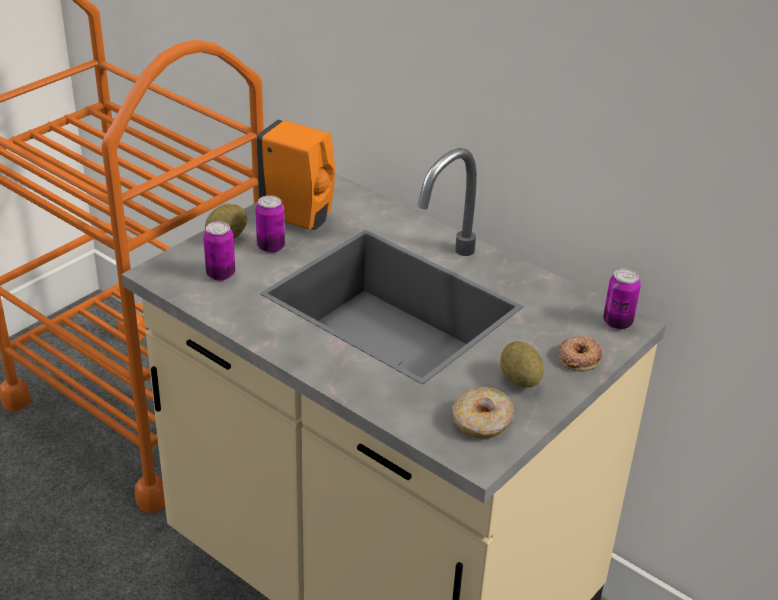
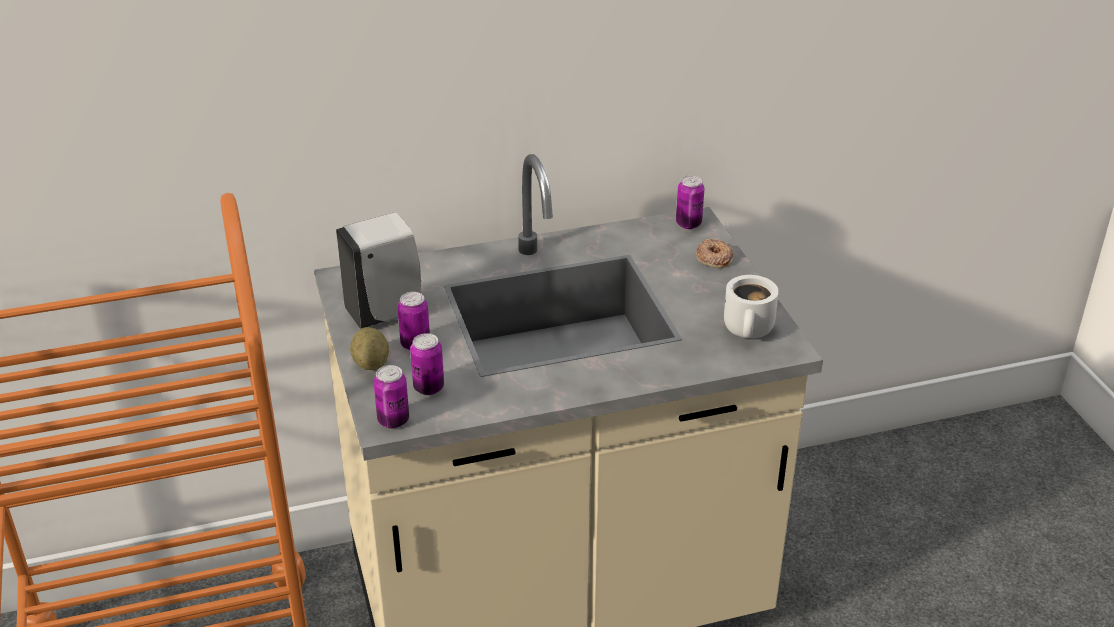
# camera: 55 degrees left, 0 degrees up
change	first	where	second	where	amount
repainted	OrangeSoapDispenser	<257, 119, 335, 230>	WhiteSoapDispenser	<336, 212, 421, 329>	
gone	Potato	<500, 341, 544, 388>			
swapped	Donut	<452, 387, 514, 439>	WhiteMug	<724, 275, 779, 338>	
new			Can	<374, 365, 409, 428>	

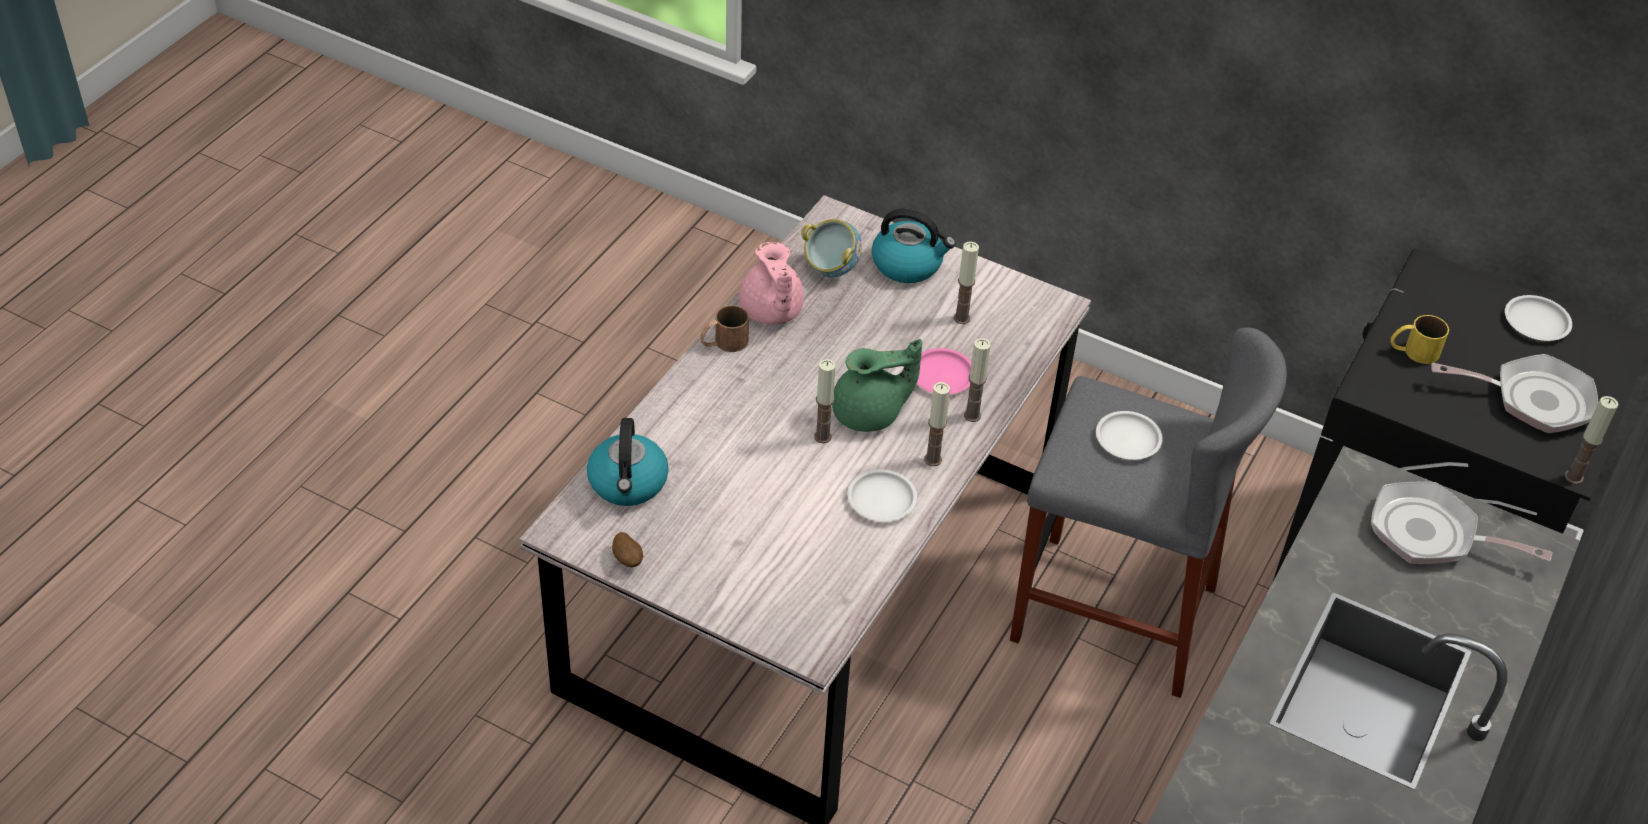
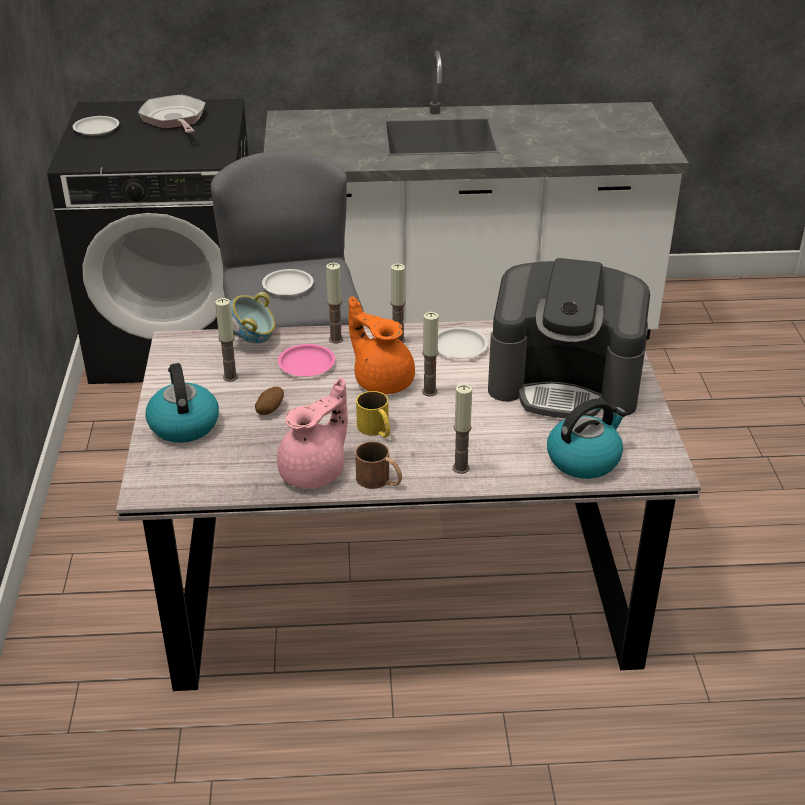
# camera: 120 degrees left, 10 degrees down
change	first	where	second	where	amount
shifted	Bowl	<801, 219, 862, 278>		<230, 292, 275, 343>	
shifted	YellowMug	<1391, 315, 1449, 364>		<356, 391, 390, 438>	
repainted	GreenTeapot	<832, 339, 922, 432>	OrangeTeapot	<349, 296, 415, 394>	
shifted	Candle	<1565, 396, 1619, 484>		<453, 384, 472, 474>	
gone	FryingPan	<1371, 481, 1552, 564>			
shifted	Potato	<612, 532, 643, 567>		<255, 387, 284, 415>	
new			CoffeeMachine	<488, 258, 650, 419>	

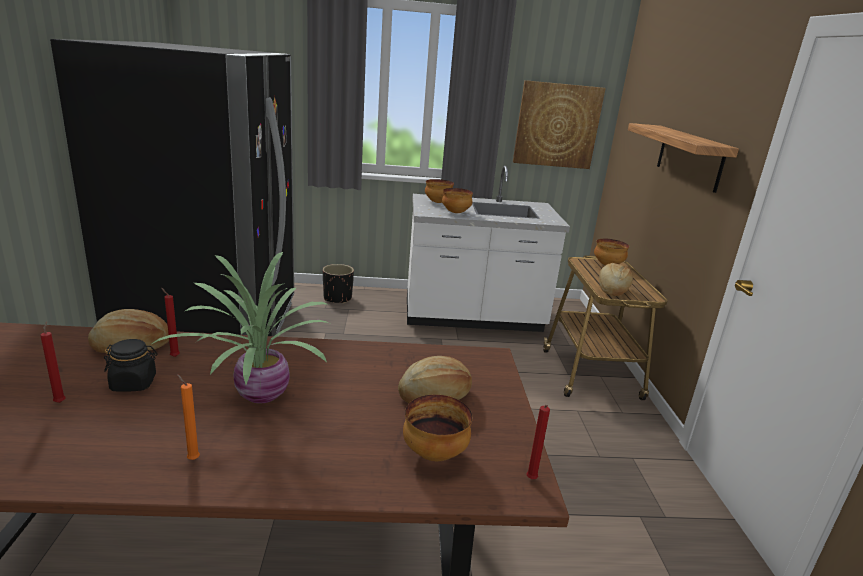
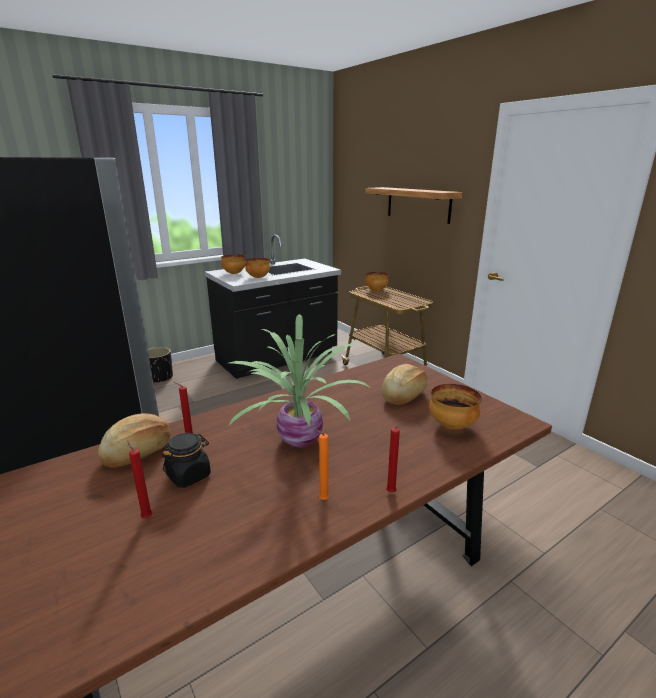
# camera: 30 degrees left, 0 degrees up
change	first	where	second	where	amount
gone	Picture	<513, 80, 606, 169>			
repainted	WhiteCounter	<407, 166, 570, 332>	BlackCounter	<205, 235, 341, 379>	
gone	Bread	<599, 263, 633, 296>			
shifted	RedCandle	<527, 405, 550, 479>		<386, 426, 400, 493>	

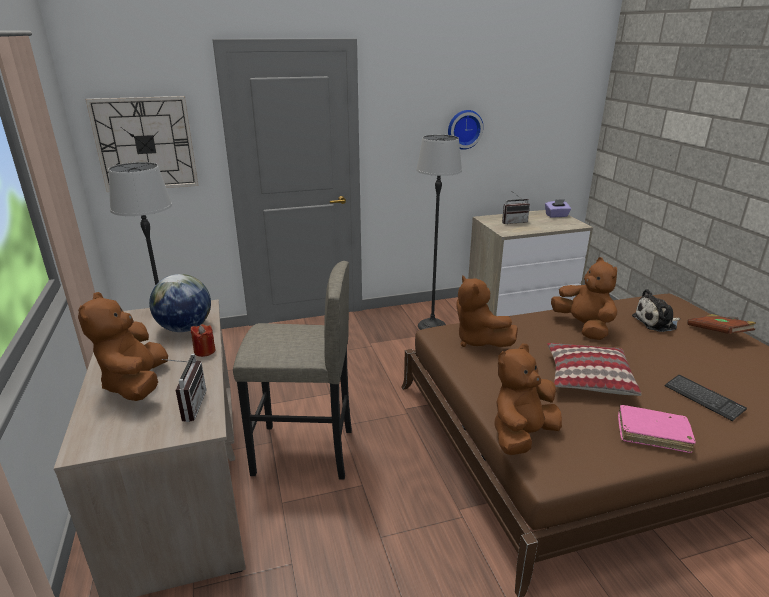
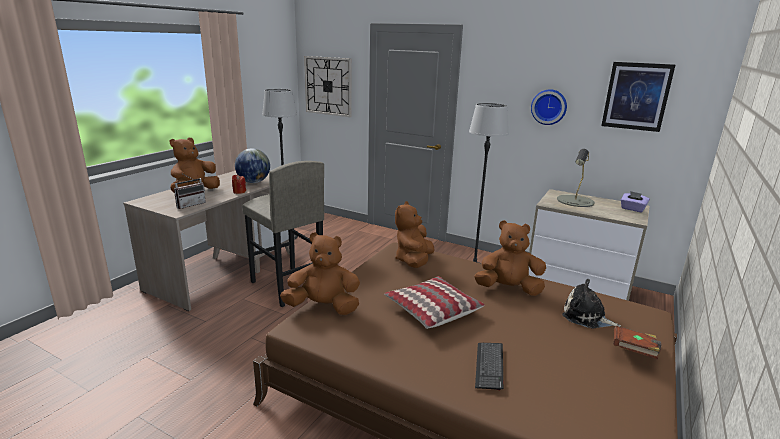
# camera: 45 degrees right, 5 degrees down
change	first	where	second	where	amount
swapped	Radio	<502, 192, 530, 224>	GreyTableLamp	<557, 149, 595, 207>	
rotated	BrownPlushToy	<551, 257, 617, 340>		<474, 220, 546, 296>	105 degrees counterclockwise
gone	PinkBook	<618, 405, 696, 453>			
new			Picture	<601, 62, 675, 132>	

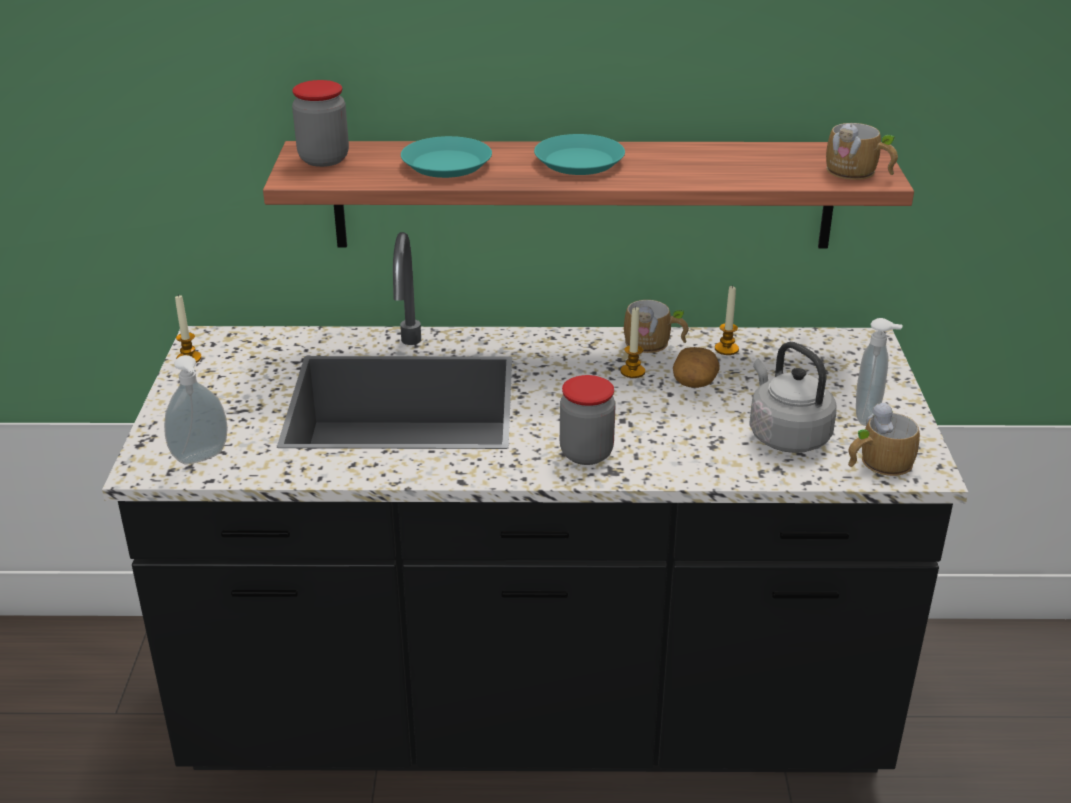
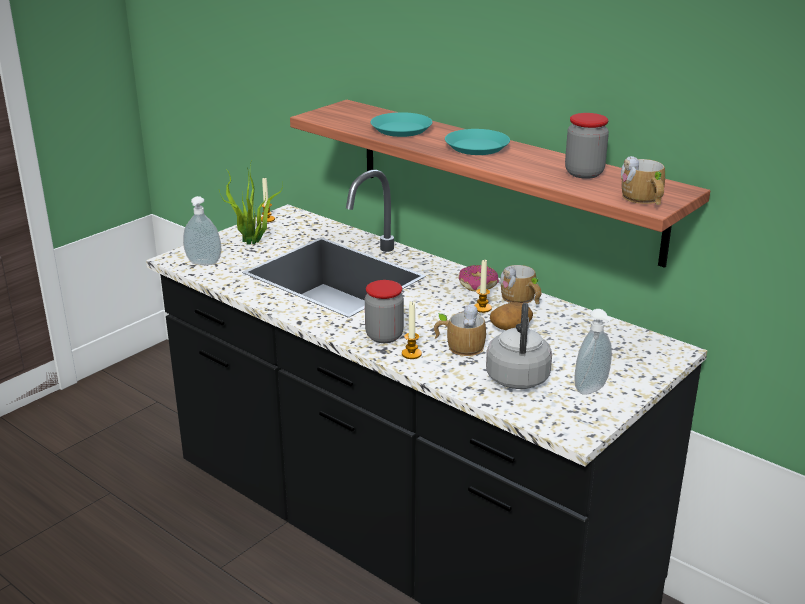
# camera: 40 degrees right, 5 degrees down
change	first	where	second	where	amount
shifted	Jar	<292, 80, 349, 167>		<565, 113, 609, 179>	
shifted	Candle	<715, 285, 739, 355>		<402, 302, 422, 359>	
shifted	Mug	<848, 402, 920, 476>		<434, 303, 486, 356>	
new			PottedPlant	<219, 163, 283, 244>	
new			Donut	<459, 265, 499, 292>	

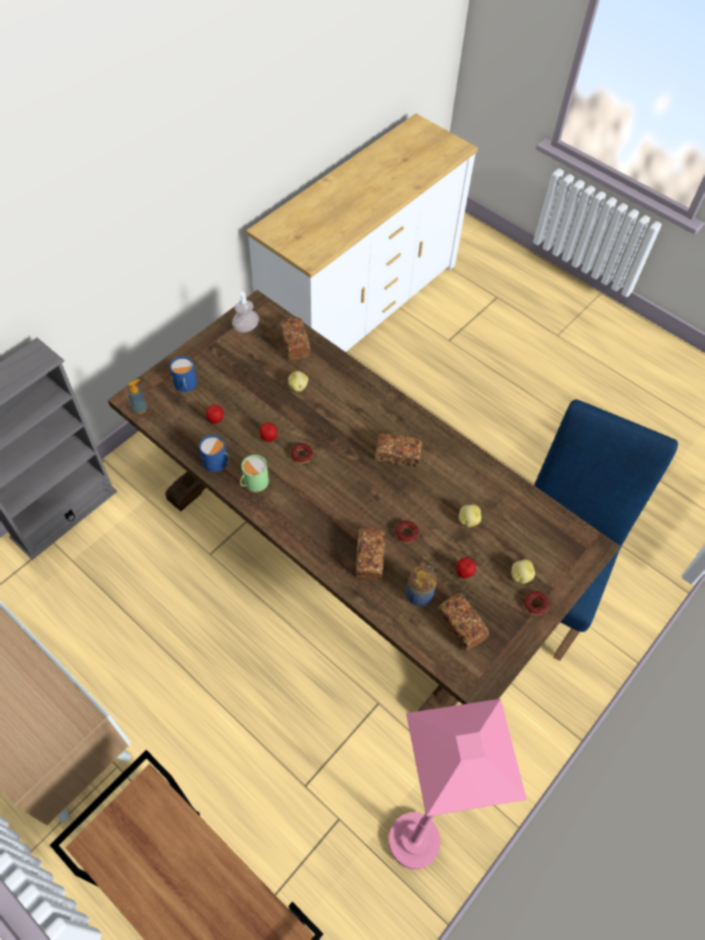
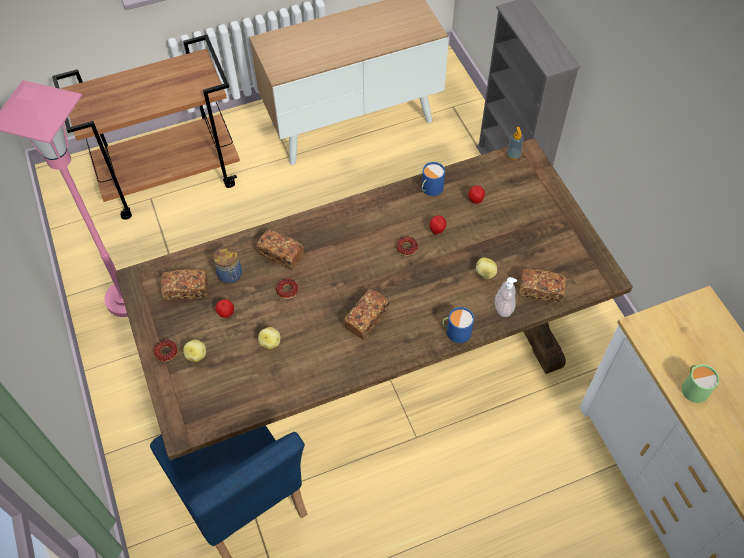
# camera: 120 degrees right, 0 degrees up
change	first	where	second	where	amount
shifted	SoapDispenser	<232, 291, 259, 333>		<495, 277, 517, 317>	
shifted	BlueMug	<170, 356, 197, 392>		<442, 307, 474, 343>	
shifted	GreenMug	<240, 455, 269, 492>		<682, 364, 719, 403>	

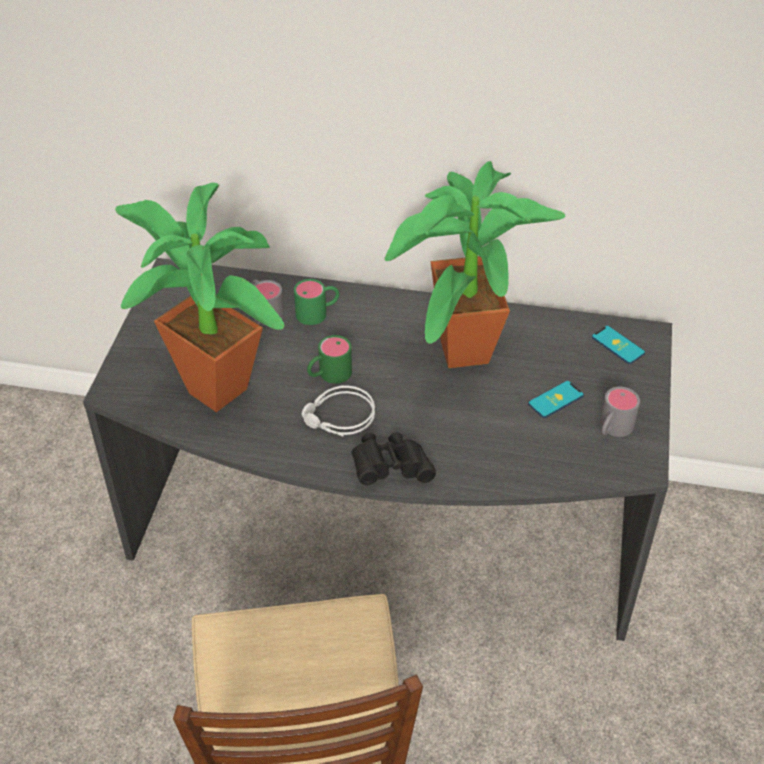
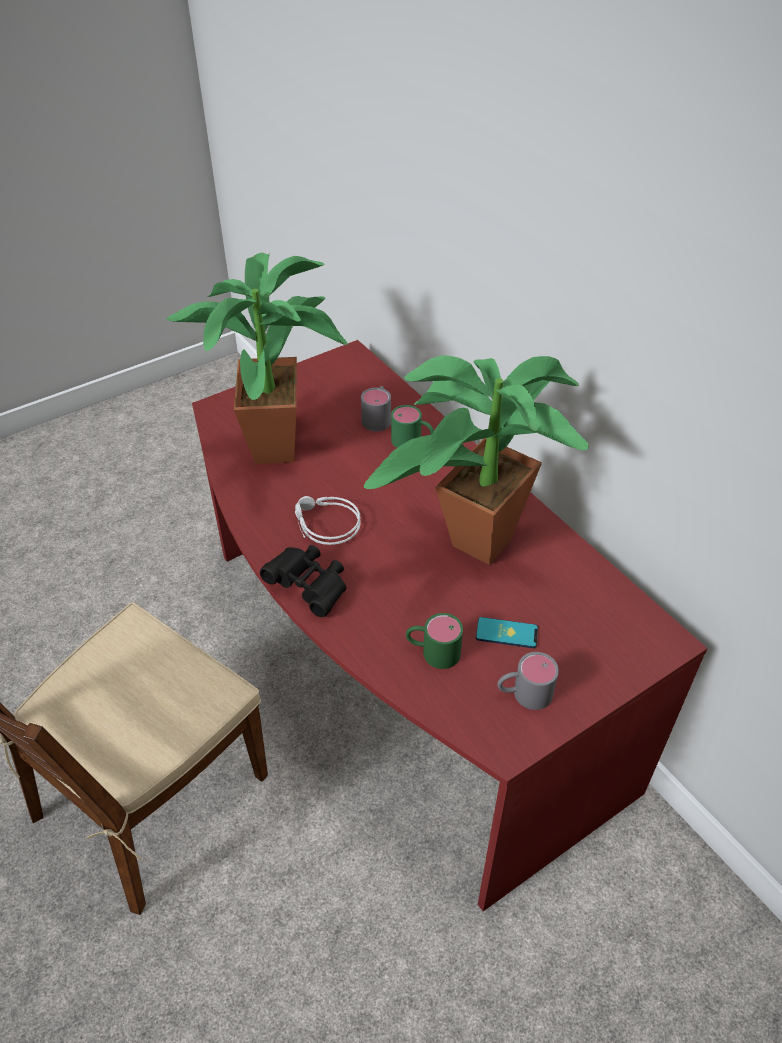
# camera: 45 degrees right, 0 degrees up
change	first	where	second	where	amount
repainted	GreyDesk	<83, 258, 672, 641>	RedDesk	<192, 340, 708, 911>	
gone	Phone	<592, 326, 645, 364>			
shifted	GreenMug	<307, 335, 352, 384>		<406, 613, 463, 669>	

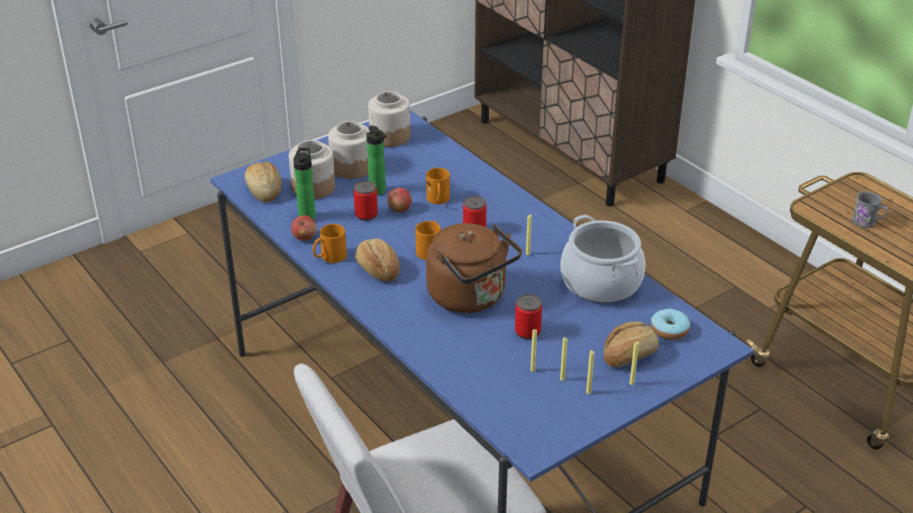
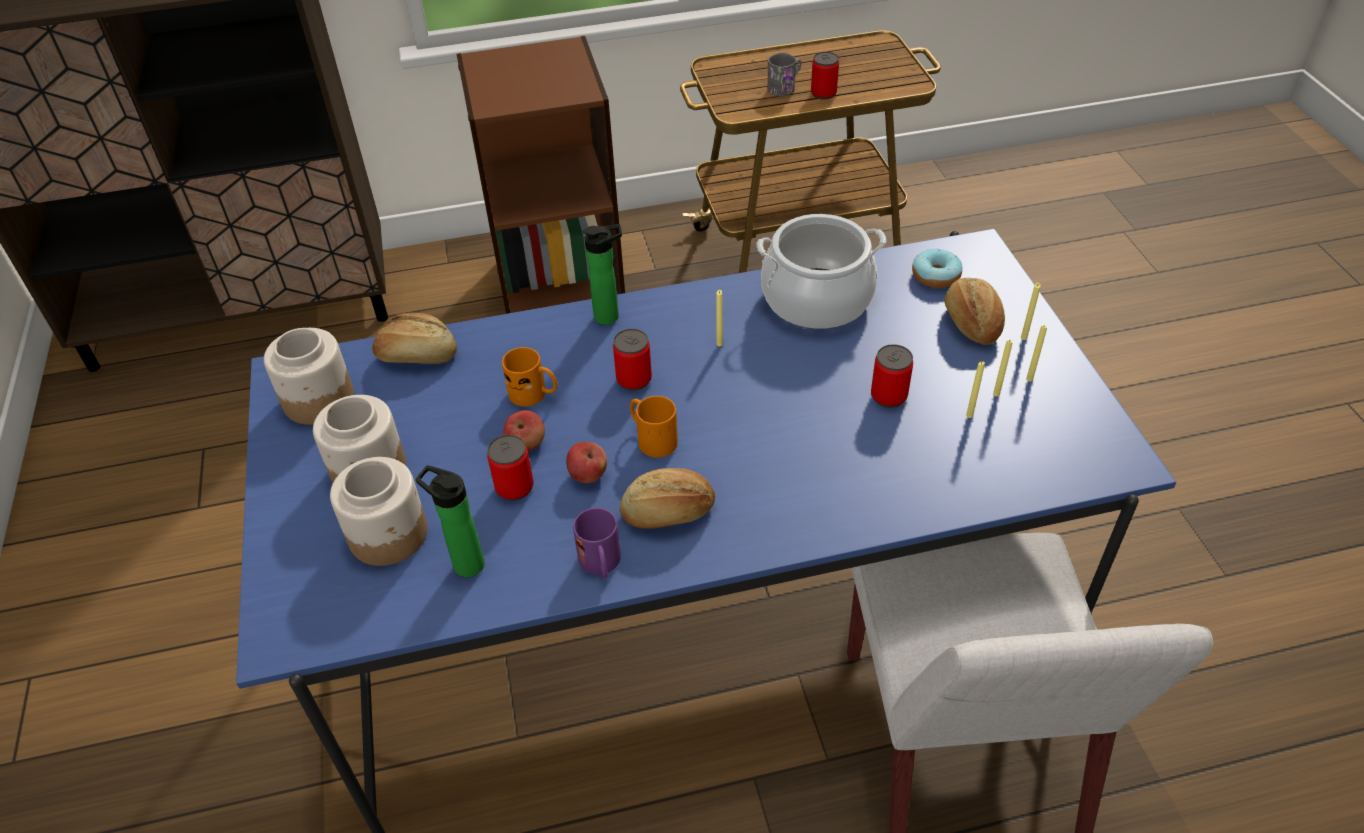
# camera: 65 degrees left, 10 degrees up
change	first	where	second	where	amount
shifted	Bottle	<366, 125, 387, 195>		<583, 224, 622, 325>	
shifted	Bread	<244, 161, 281, 202>		<372, 313, 457, 364>	
shifted	Apple	<291, 215, 317, 241>		<566, 442, 607, 483>	
gone	BrownKettle	<426, 223, 522, 313>			
repainted	OrangeMug	<313, 224, 347, 263>	PurpleMug	<573, 508, 621, 578>	
new			BrownBookcase	<457, 36, 625, 314>	
new			Can	<811, 52, 839, 100>	

